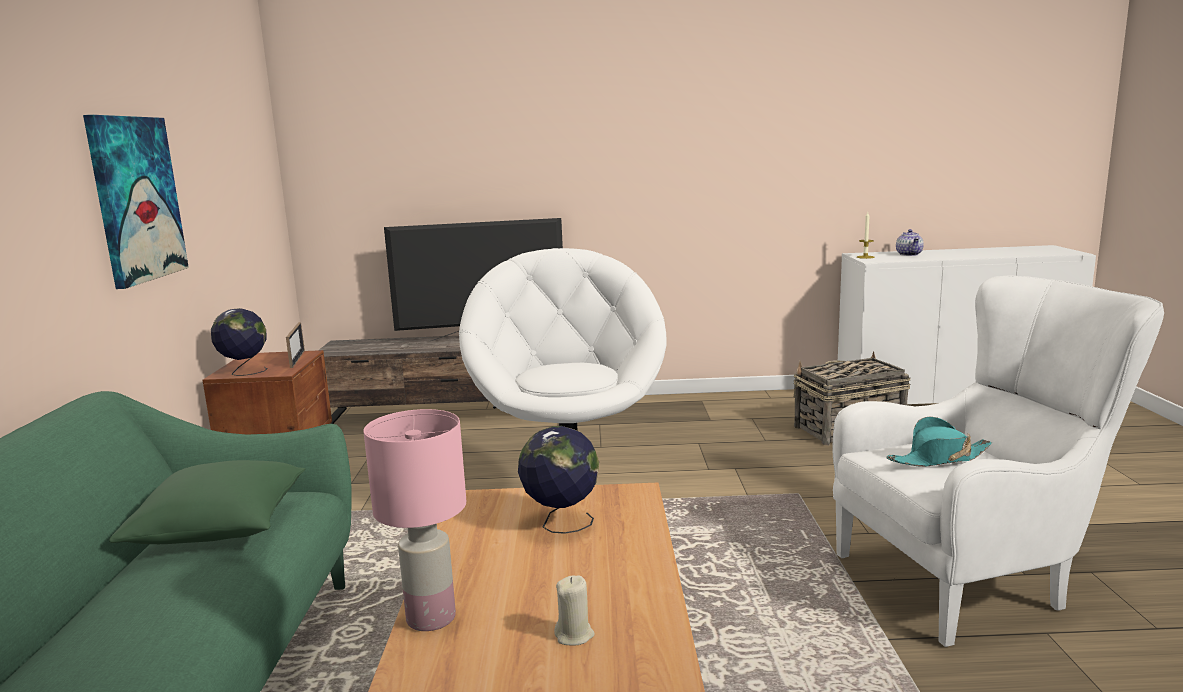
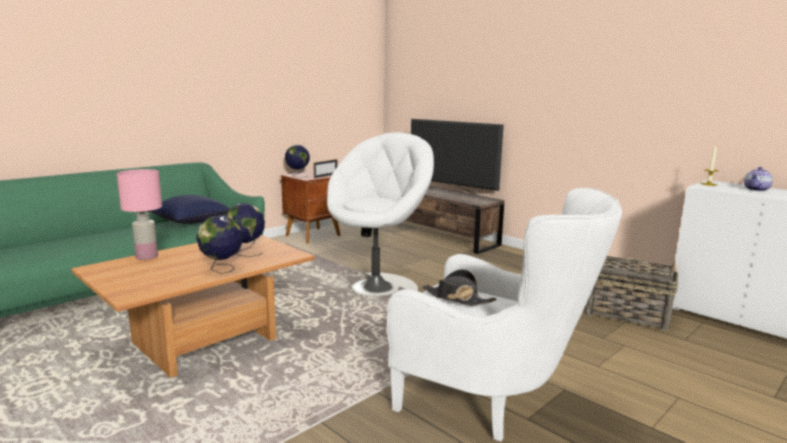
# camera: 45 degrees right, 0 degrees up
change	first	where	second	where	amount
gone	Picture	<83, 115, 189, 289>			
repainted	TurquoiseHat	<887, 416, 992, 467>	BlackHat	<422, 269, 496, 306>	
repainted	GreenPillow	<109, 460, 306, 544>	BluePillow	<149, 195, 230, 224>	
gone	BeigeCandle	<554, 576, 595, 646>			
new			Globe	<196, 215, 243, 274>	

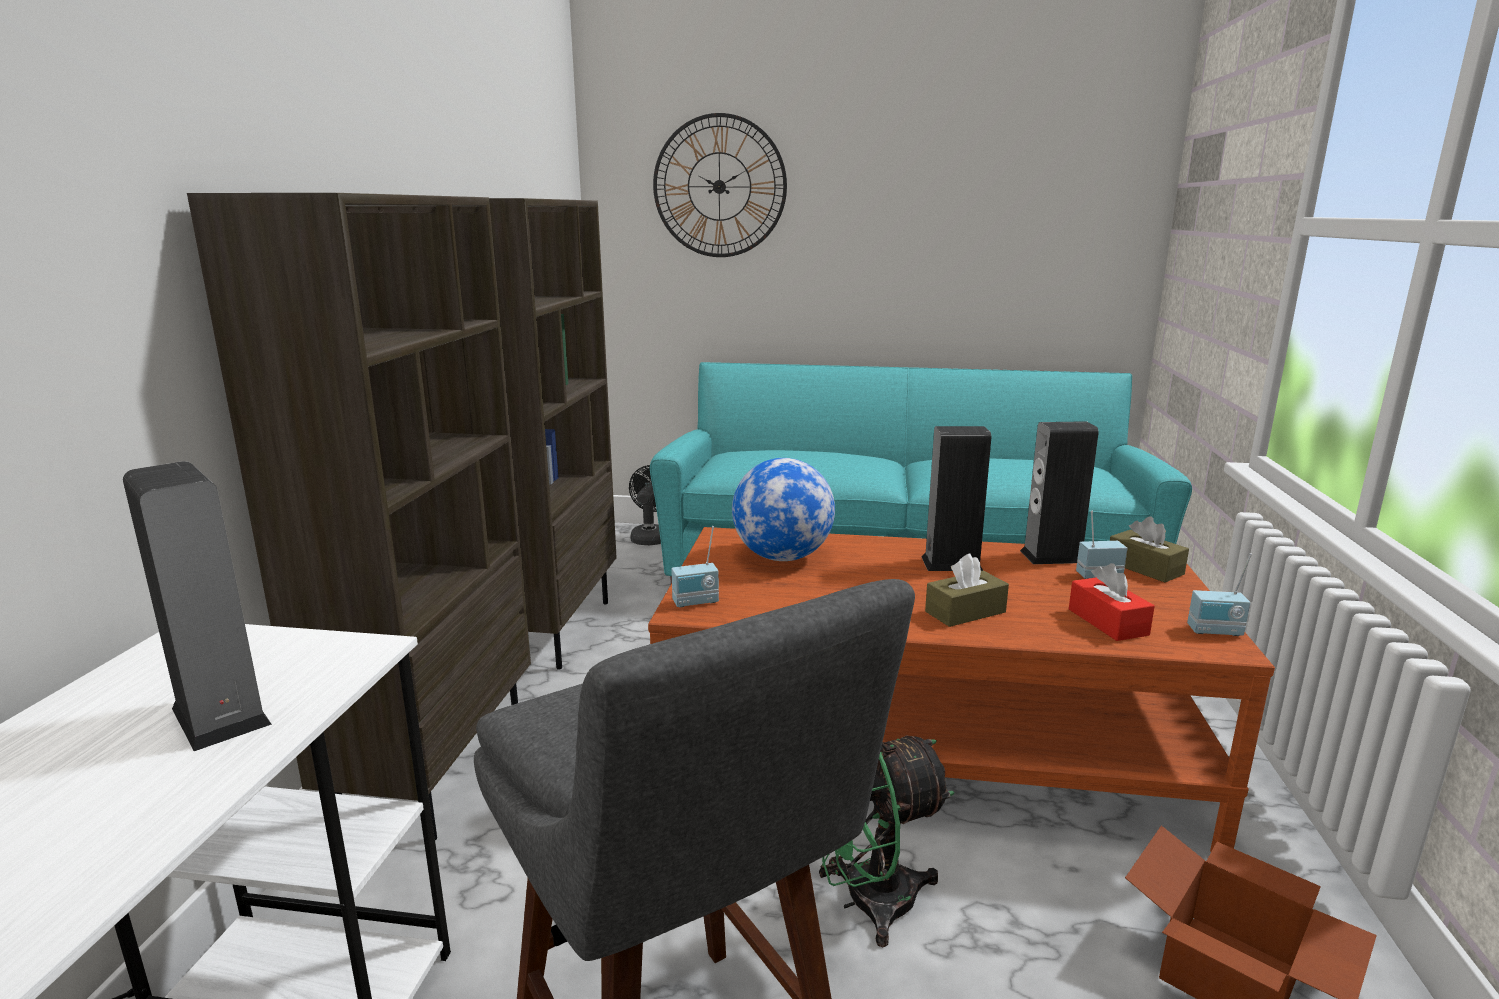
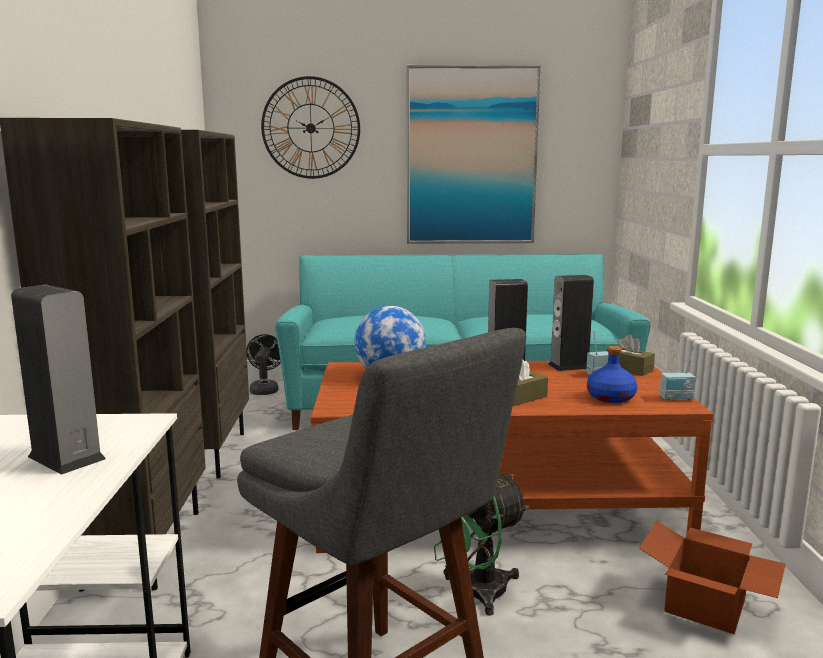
# camera: 10 degrees left, 5 degrees down
change	first	where	second	where	amount
gone	Radio	<671, 526, 719, 608>			
swapped	RedTissueBox	<1069, 563, 1155, 641>	BlueBottle	<587, 346, 637, 403>	
new			Picture	<407, 65, 541, 243>	

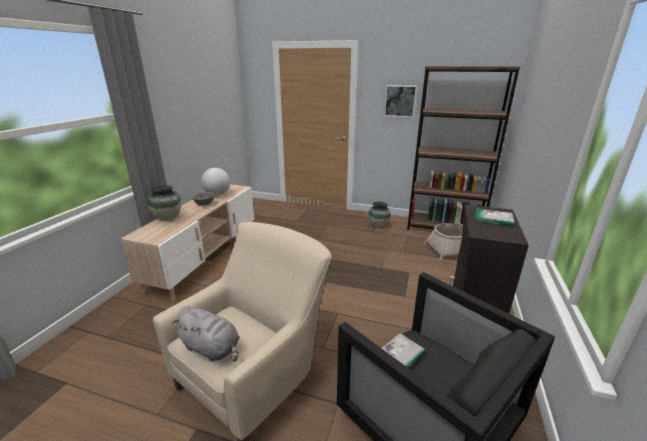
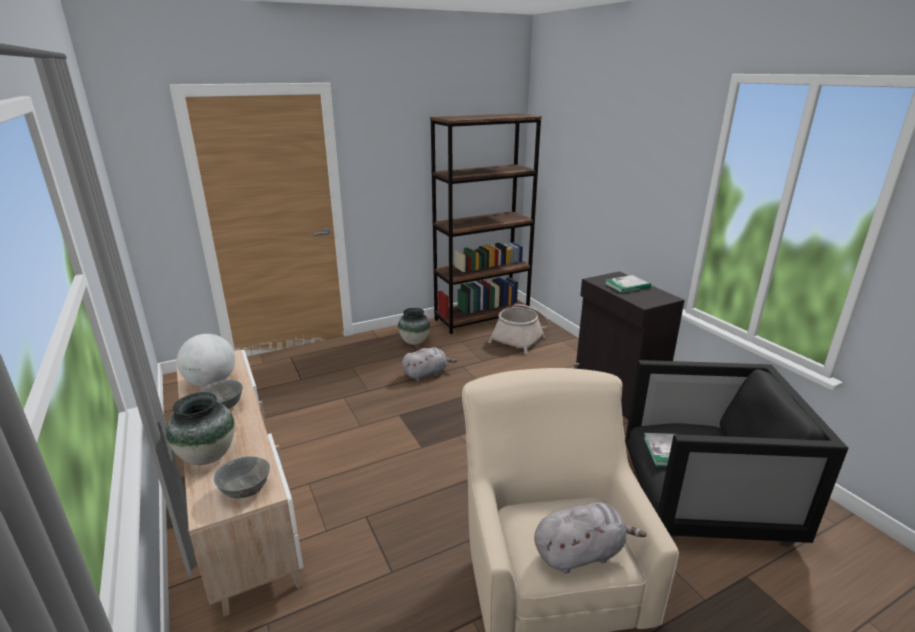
# camera: 45 degrees left, 0 degrees up
change	first	where	second	where	amount
gone	Picture	<384, 85, 417, 117>			
new			GreyPlushToy	<402, 347, 457, 381>	
new			GreyBowl	<214, 457, 270, 498>	

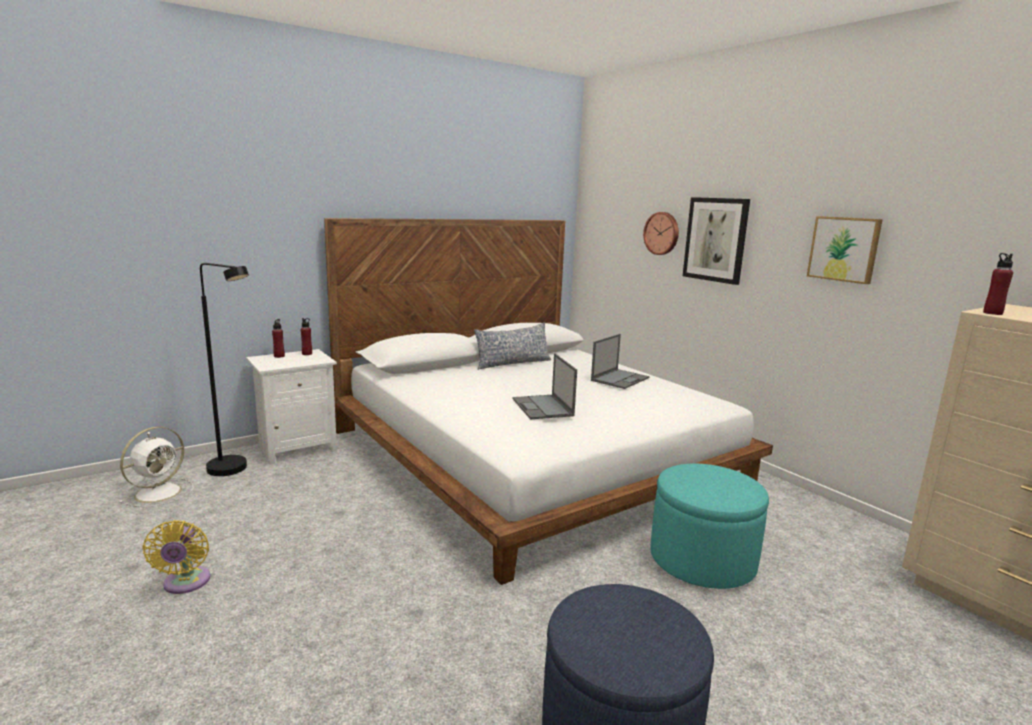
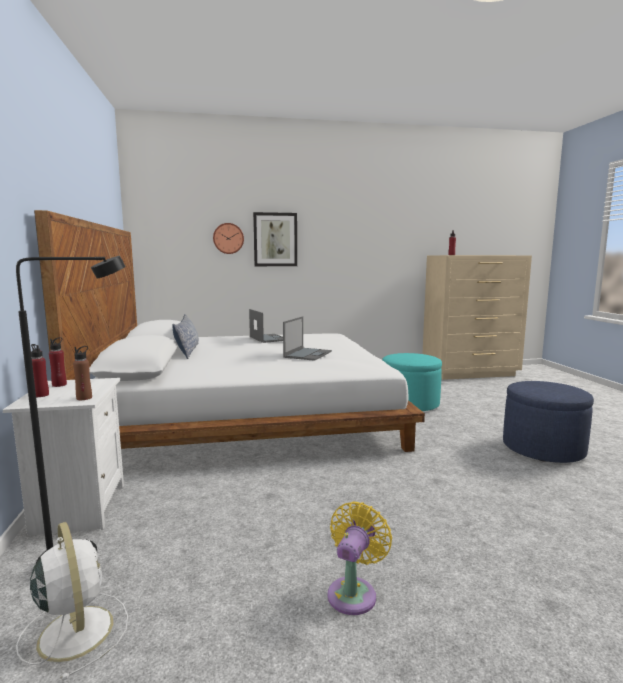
# camera: 65 degrees left, 5 degrees down
change	first	where	second	where	amount
gone	Picture	<807, 216, 883, 284>			
rotated	Laptop	<513, 354, 577, 419>		<283, 316, 332, 361>	75 degrees counterclockwise
rotated	YellowFan	<142, 520, 211, 594>		<328, 502, 392, 615>	75 degrees counterclockwise
new			BrownBottle	<73, 346, 92, 400>	

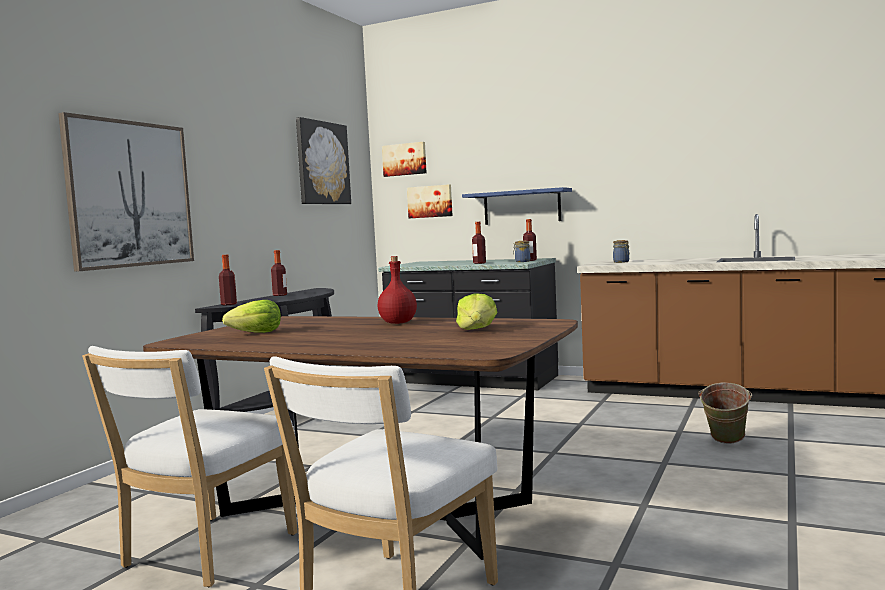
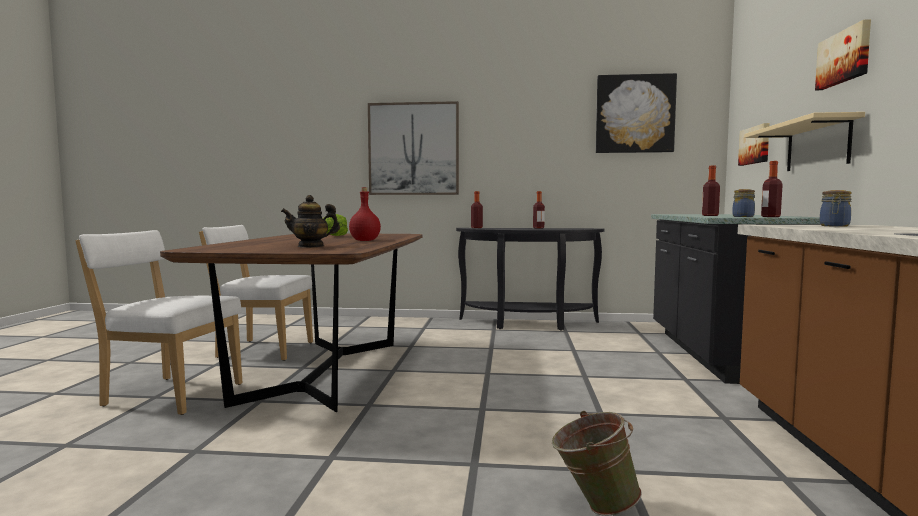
# camera: 70 degrees right, 0 degrees up
change	first	where	second	where	amount
shifted	Picture	<382, 142, 427, 177>		<815, 19, 871, 90>	
repainted	BlueShelf	<462, 187, 572, 225>	BeigeShelf	<744, 112, 865, 171>	
swapped	Lettuce	<456, 293, 497, 330>	Teapot	<281, 195, 340, 248>	

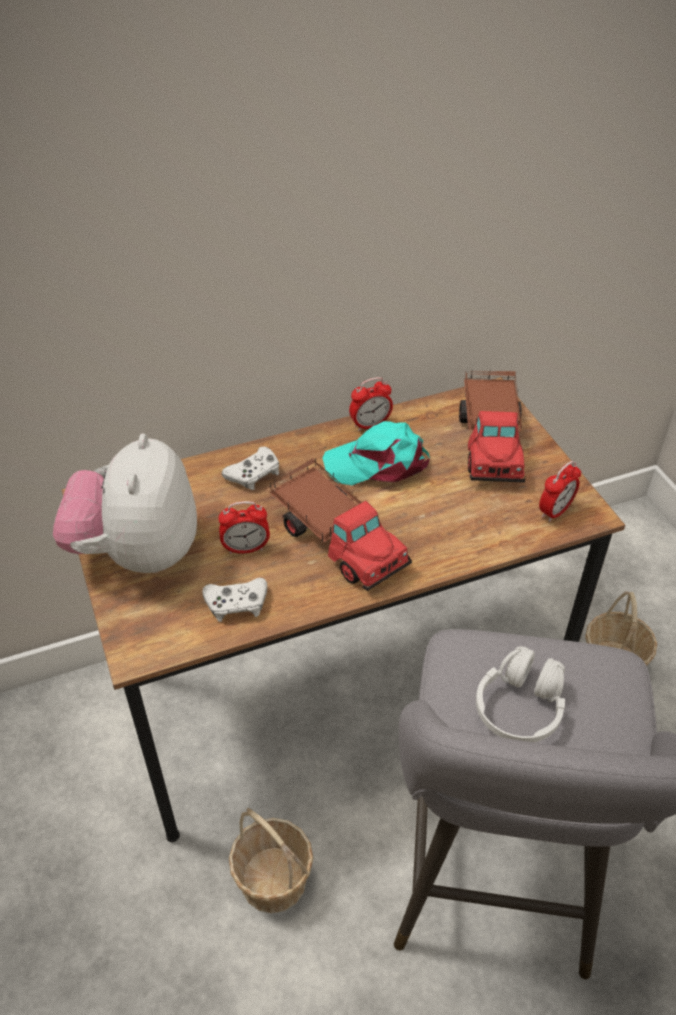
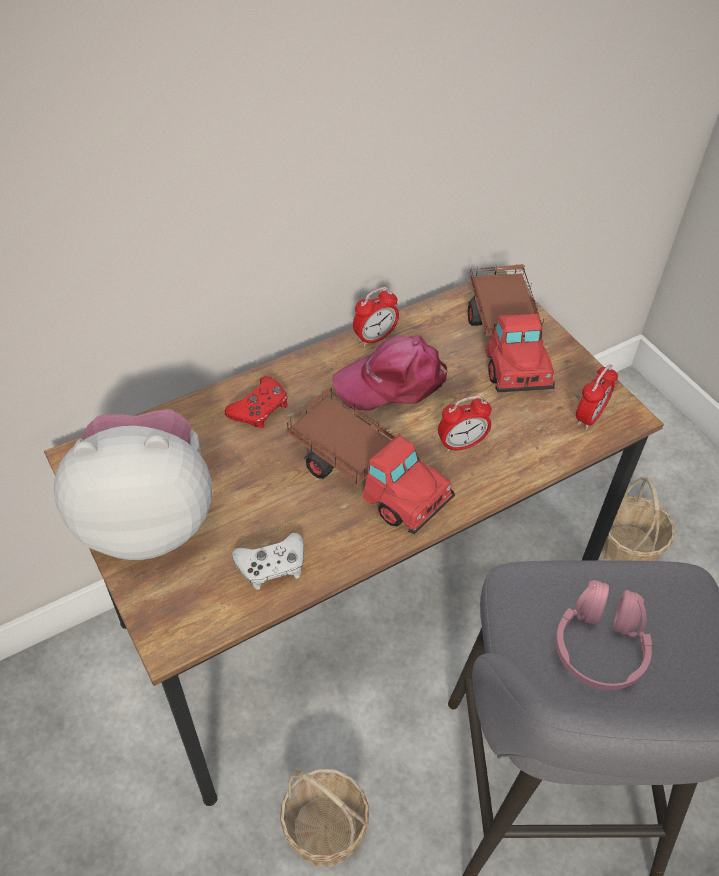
# camera: 10 degrees left, 5 degrees up
change	first	where	second	where	amount
repainted	TurquoiseCap	<323, 421, 430, 485>	PinkCap	<332, 336, 447, 411>	
rotated	PlushToy	<53, 434, 197, 573>		<54, 409, 212, 560>	90 degrees clockwise
repainted	WhiteGameController	<222, 447, 279, 490>	RedGameController	<225, 376, 288, 428>	
shifted	AlarmClock	<218, 501, 270, 554>		<438, 396, 492, 453>	
repainted	WhiteHeadphones	<476, 646, 565, 742>	PinkHeadphones	<555, 580, 652, 690>	

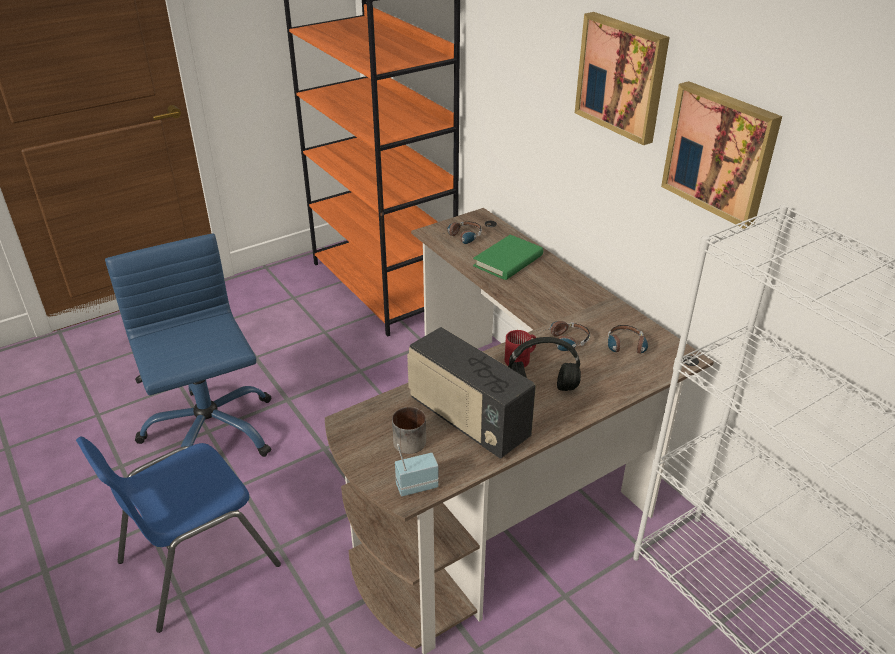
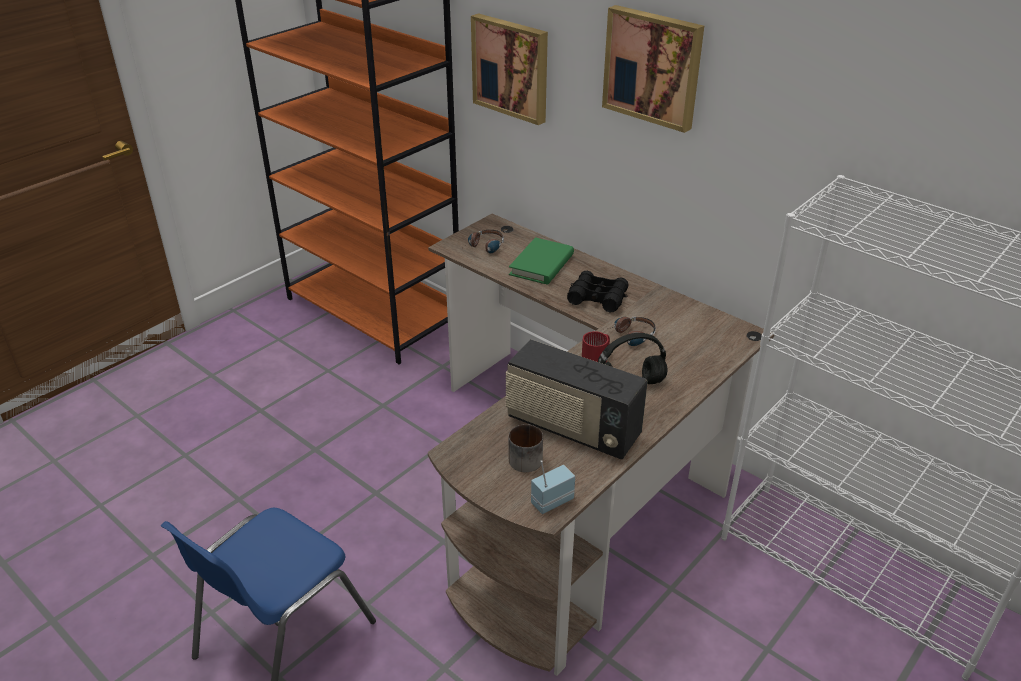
# camera: 15 degrees left, 0 degrees up
change	first	where	second	where	amount
shifted	Picture	<661, 81, 782, 229>		<471, 13, 548, 125>	
gone	BlueOfficeChair	<105, 233, 271, 457>			
gone	Headphones	<608, 325, 648, 360>			
new			BlackBinoculars	<567, 271, 629, 313>	

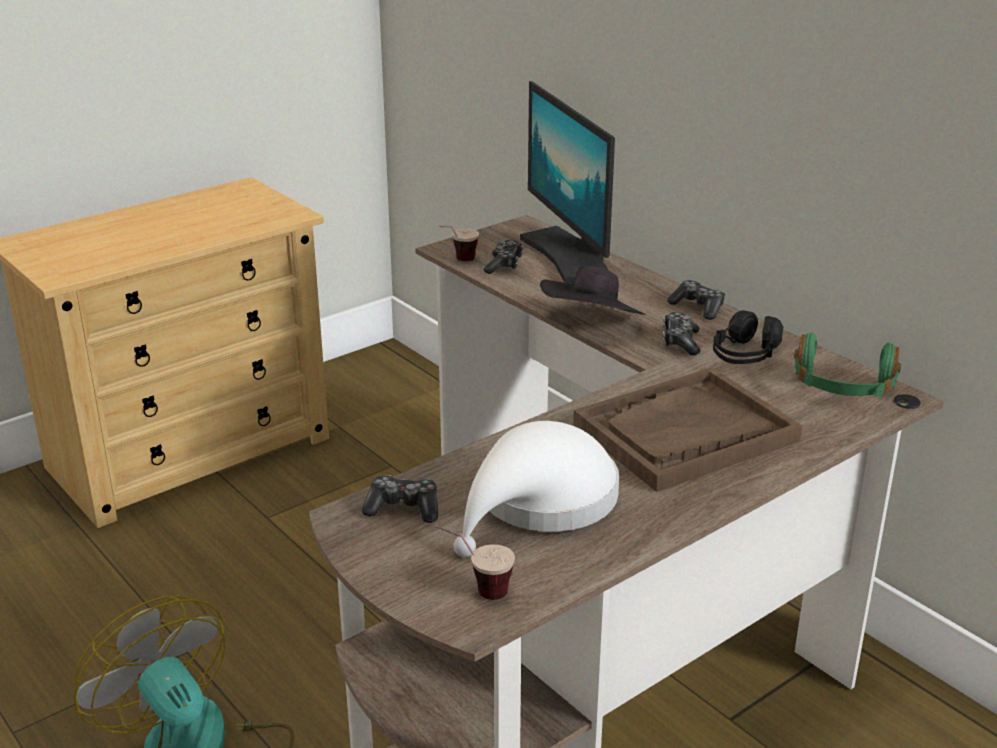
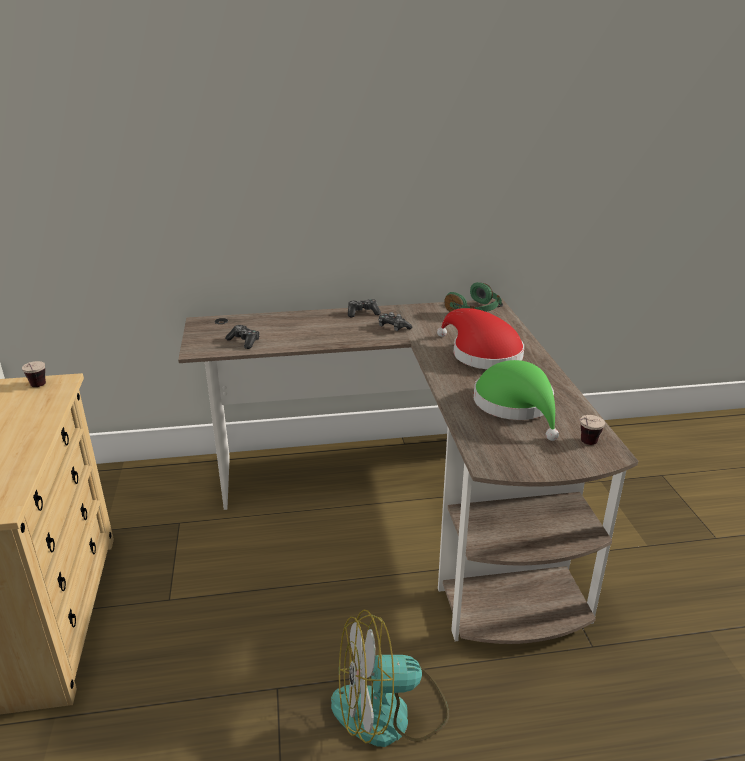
# camera: 60 degrees left, 0 degrees up
change	first	where	second	where	amount
gone	Monitor	<520, 81, 615, 283>			
shifted	Cup	<439, 226, 479, 261>		<22, 361, 46, 387>	
gone	BlackHat	<540, 266, 645, 315>			
gone	BlackHeadphones	<713, 310, 783, 364>			
swapped	BrownTray	<573, 368, 802, 492>	RedHat	<437, 308, 524, 369>	
repainted	WhiteHat	<453, 421, 619, 557>	GreenHat	<474, 360, 559, 441>	
gone	GameController	<362, 475, 438, 523>			

